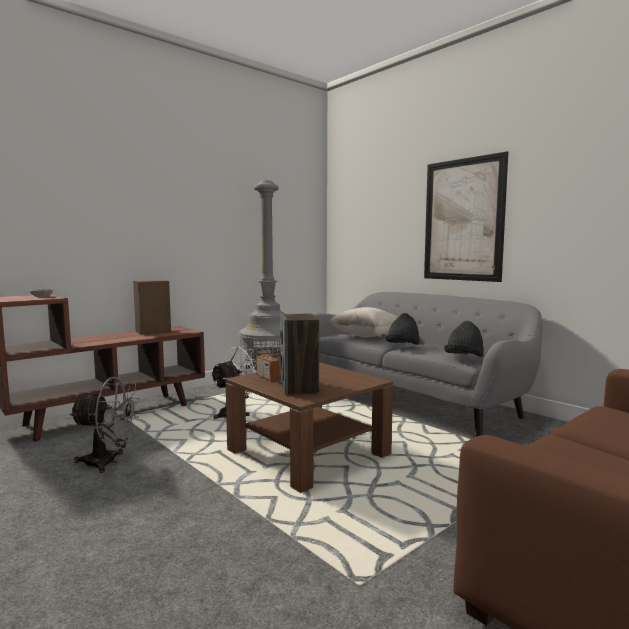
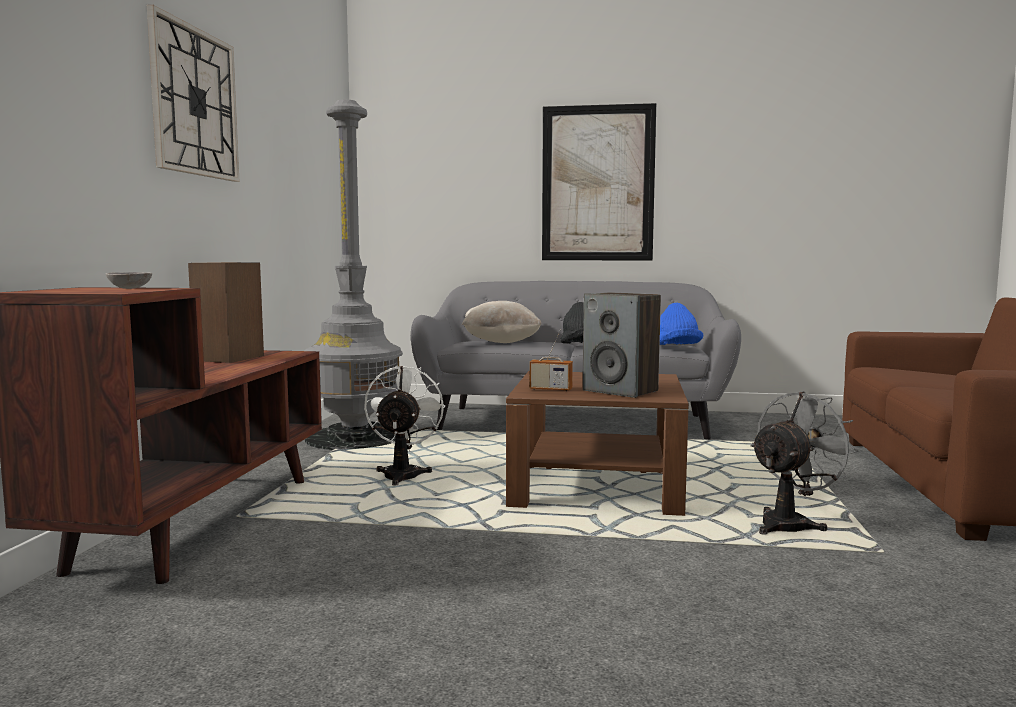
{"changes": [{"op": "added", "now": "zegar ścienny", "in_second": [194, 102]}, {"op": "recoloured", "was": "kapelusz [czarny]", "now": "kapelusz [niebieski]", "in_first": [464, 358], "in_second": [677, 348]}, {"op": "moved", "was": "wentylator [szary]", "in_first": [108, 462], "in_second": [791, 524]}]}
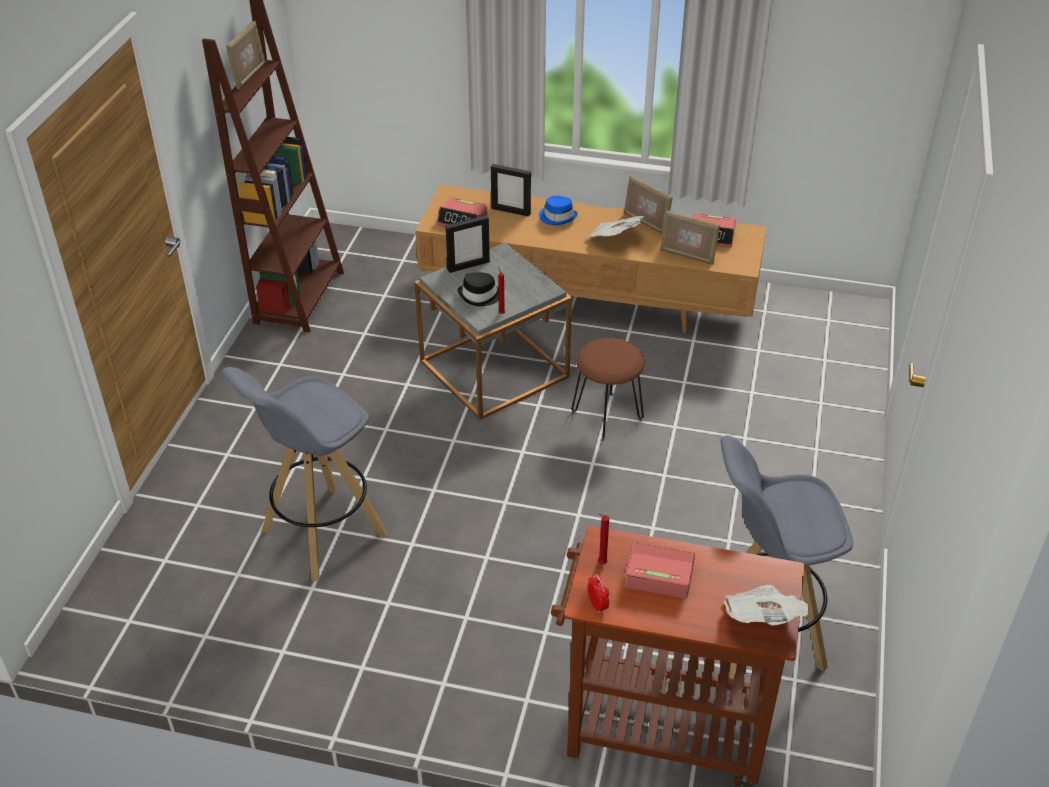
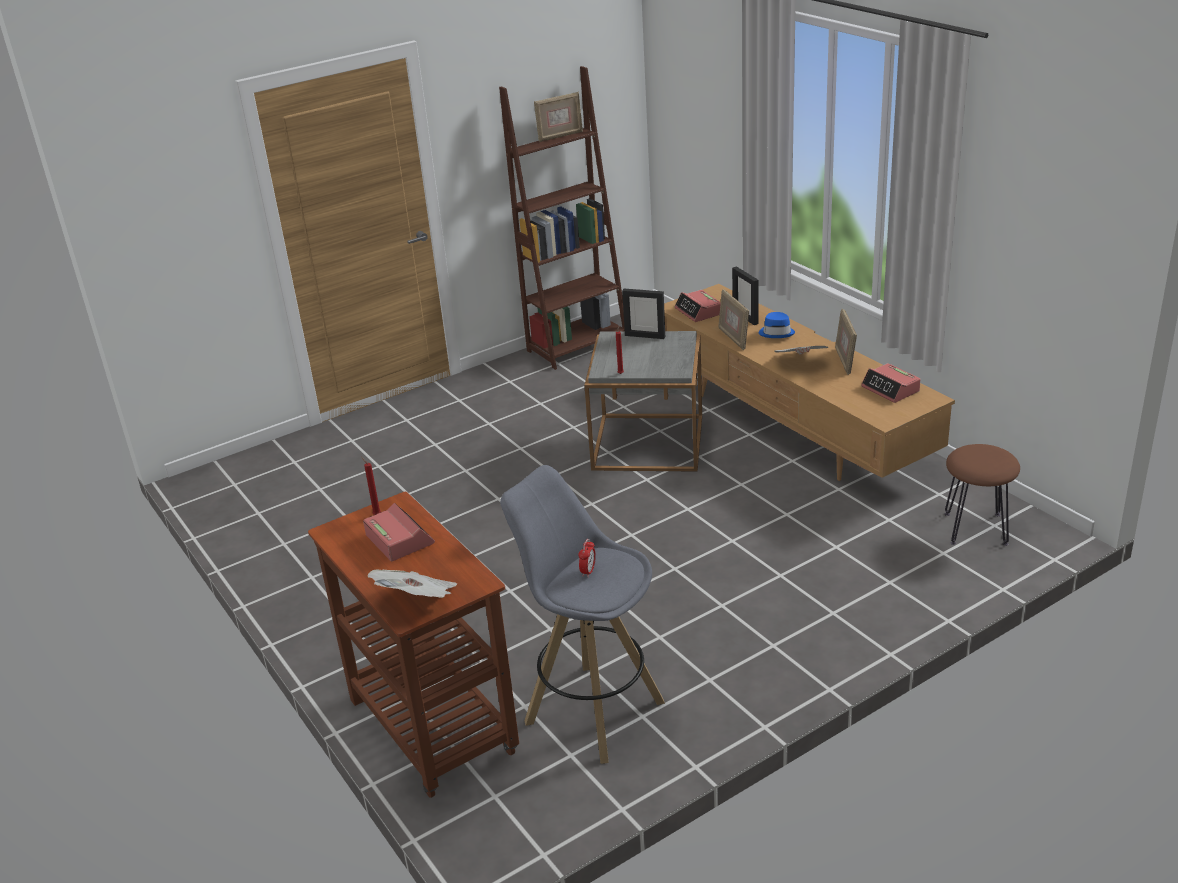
{"changes": [{"op": "moved", "was": "budzik", "in_first": [597, 605], "in_second": [588, 571]}, {"op": "moved", "was": "ramka na zdjęcie", "in_first": [687, 256], "in_second": [733, 338]}, {"op": "moved", "was": "stołek [brązowy]", "in_first": [607, 416], "in_second": [975, 529]}, {"op": "removed", "was": "stołek [szary]", "in_first": [320, 534]}, {"op": "removed", "was": "kapelusz [czarny]", "in_first": [480, 296]}]}
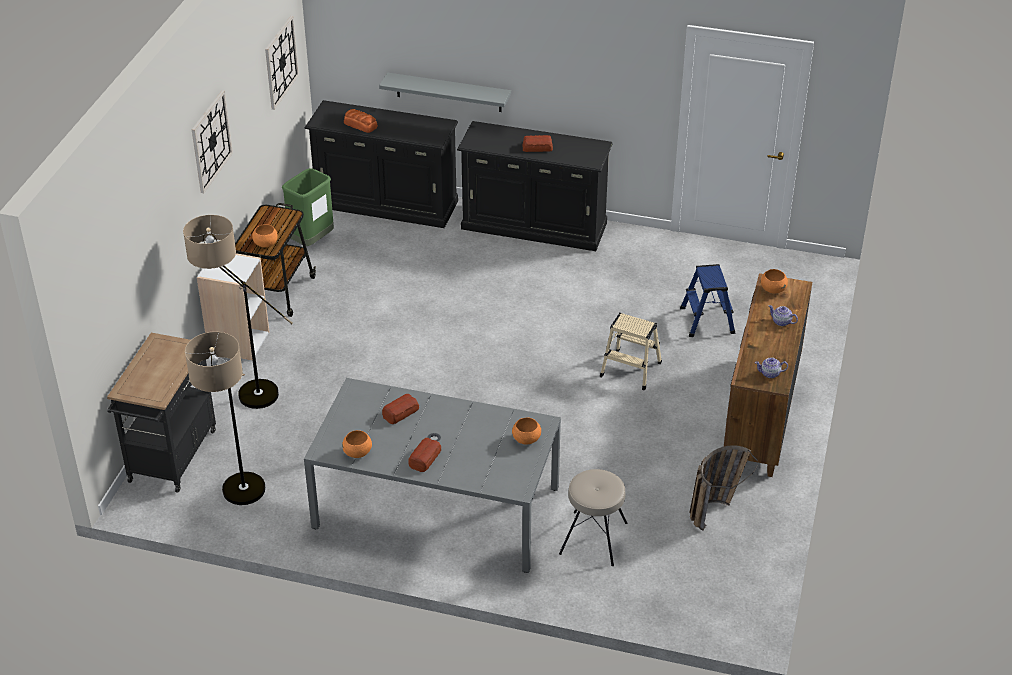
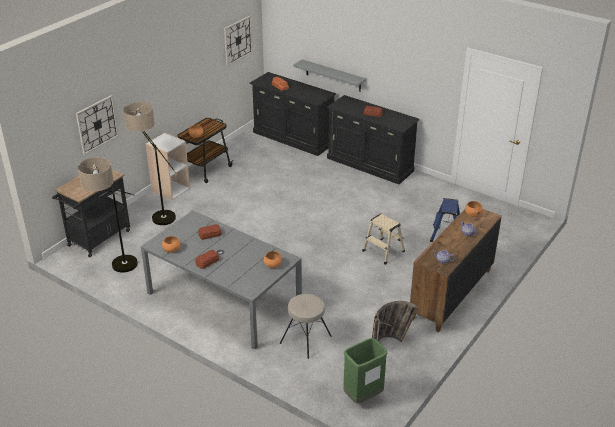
{"changes": [{"op": "moved", "was": "zegar ścienny", "in_first": [211, 141], "in_second": [97, 124]}, {"op": "moved", "was": "kosz na śmieci [zielony]", "in_first": [311, 241], "in_second": [363, 396]}]}
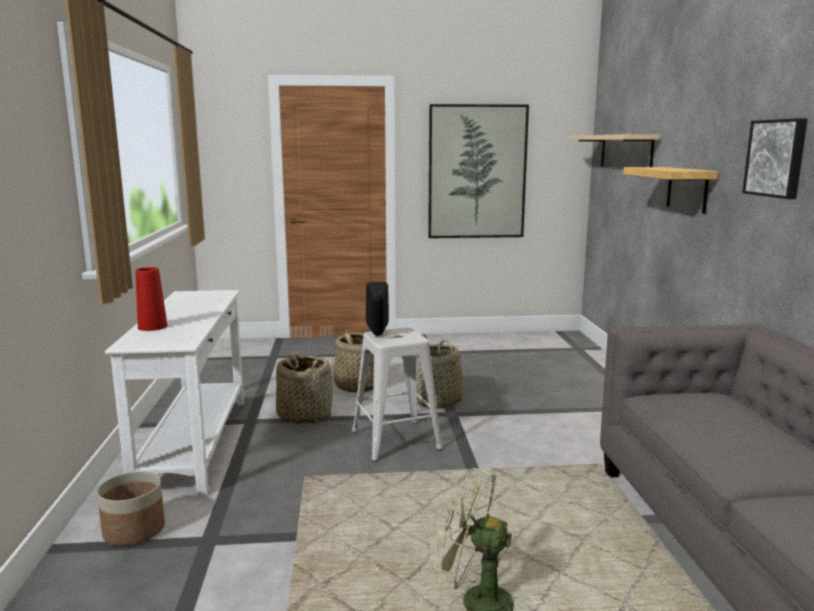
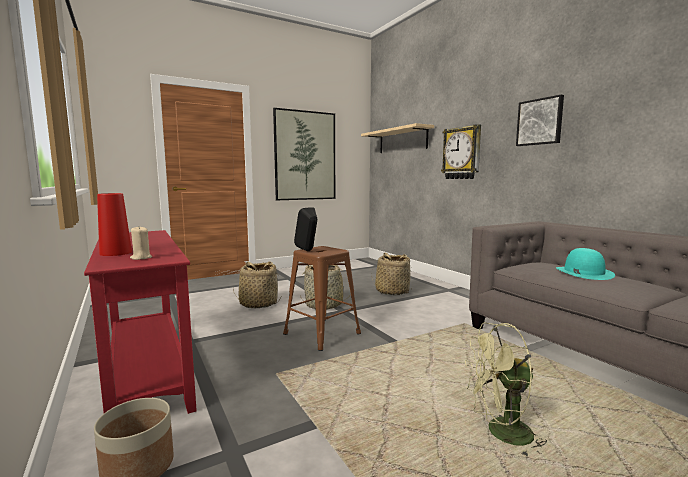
{"changes": [{"op": "recoloured", "was": "stolik konsolowy [biały]", "now": "stolik konsolowy [czerwony]", "in_first": [194, 444], "in_second": [146, 369]}, {"op": "added", "now": "świeca [beżowy]", "in_second": [141, 258]}, {"op": "recoloured", "was": "stołek [biały]", "now": "stołek [brązowy]", "in_first": [396, 440], "in_second": [322, 333]}, {"op": "moved", "was": "koszyk", "in_first": [304, 415], "in_second": [392, 291]}, {"op": "replaced", "was": "półka", "now": "zegar ścienny", "in_first": [687, 189], "in_second": [462, 153]}, {"op": "added", "now": "kapelusz [turkusowy]", "in_second": [583, 272]}]}
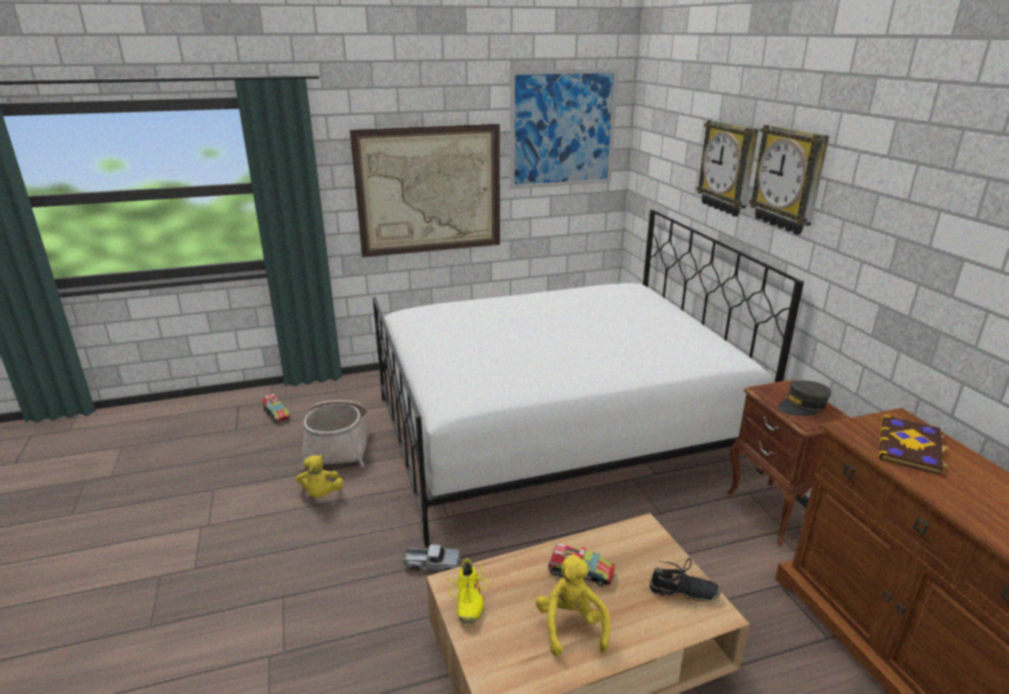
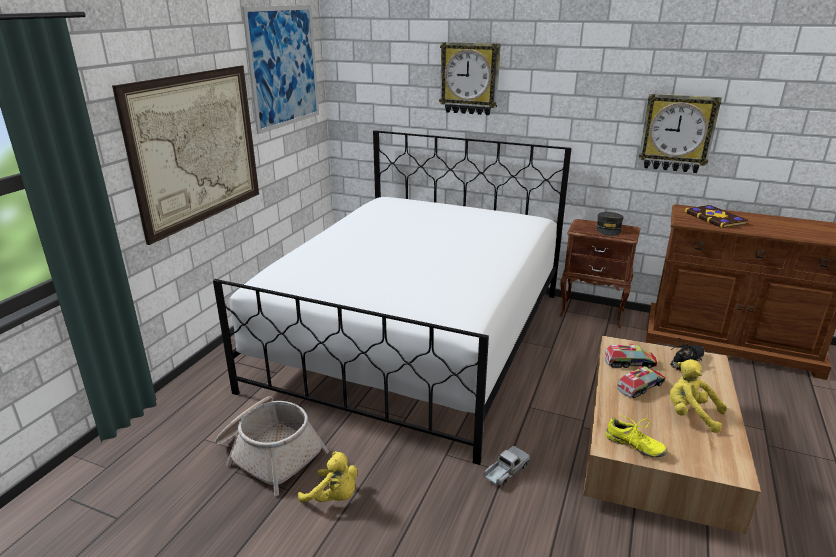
{"changes": [{"op": "moved", "was": "ciężarówka zabawkowa", "in_first": [277, 414], "in_second": [629, 363]}, {"op": "moved", "was": "zegar ścienny", "in_first": [789, 179], "in_second": [677, 133]}]}
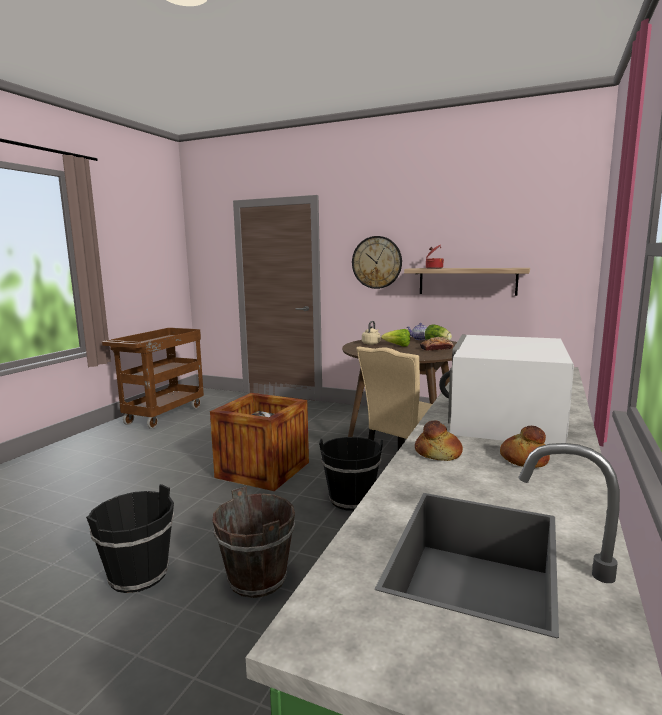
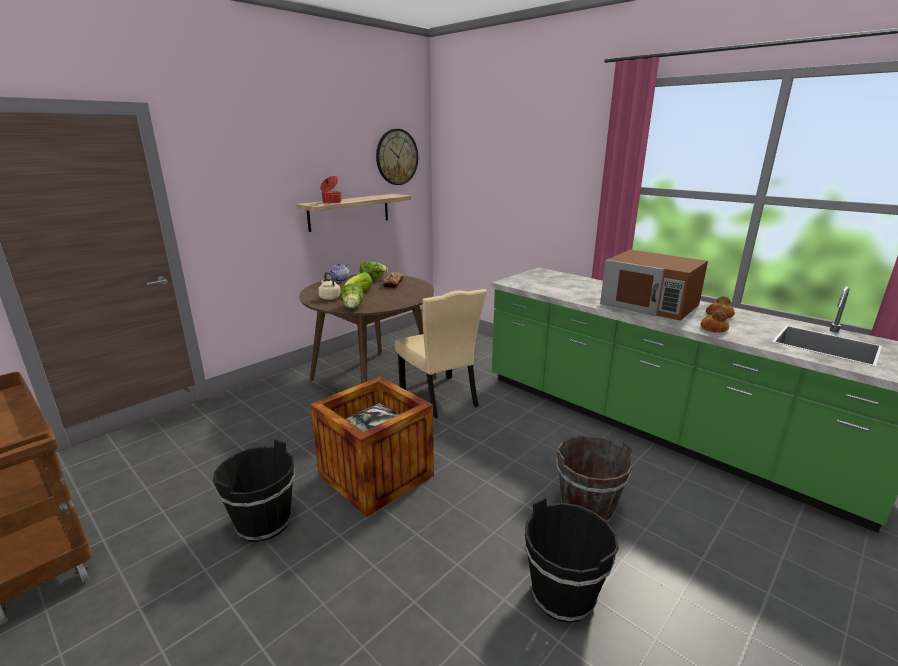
{"changes": [{"op": "moved", "was": "wiadro [czarny]", "in_first": [351, 500], "in_second": [264, 523]}, {"op": "added", "now": "sałata", "in_second": [352, 308]}, {"op": "moved", "was": "zegar ścienny", "in_first": [376, 262], "in_second": [397, 157]}, {"op": "recoloured", "was": "mikrofalówka [biały]", "now": "mikrofalówka [brązowy]", "in_first": [505, 418], "in_second": [650, 304]}]}
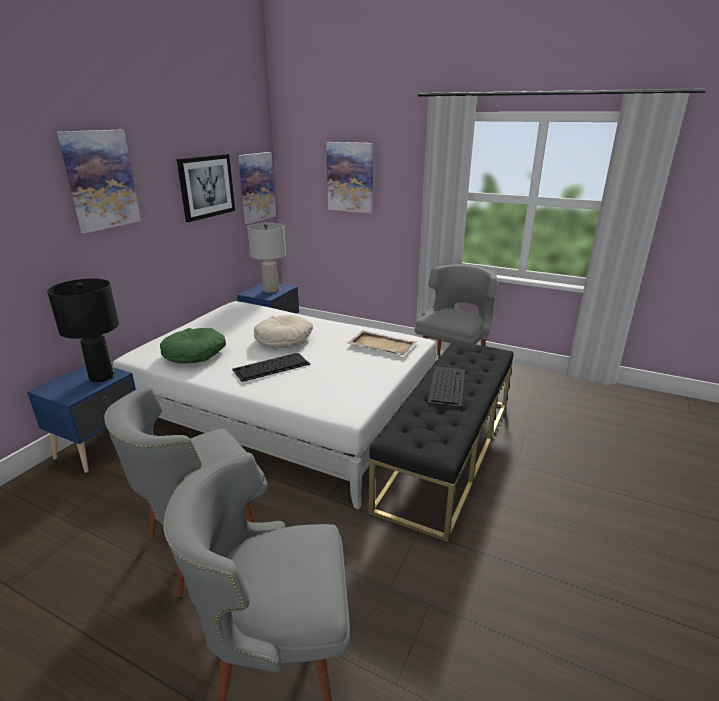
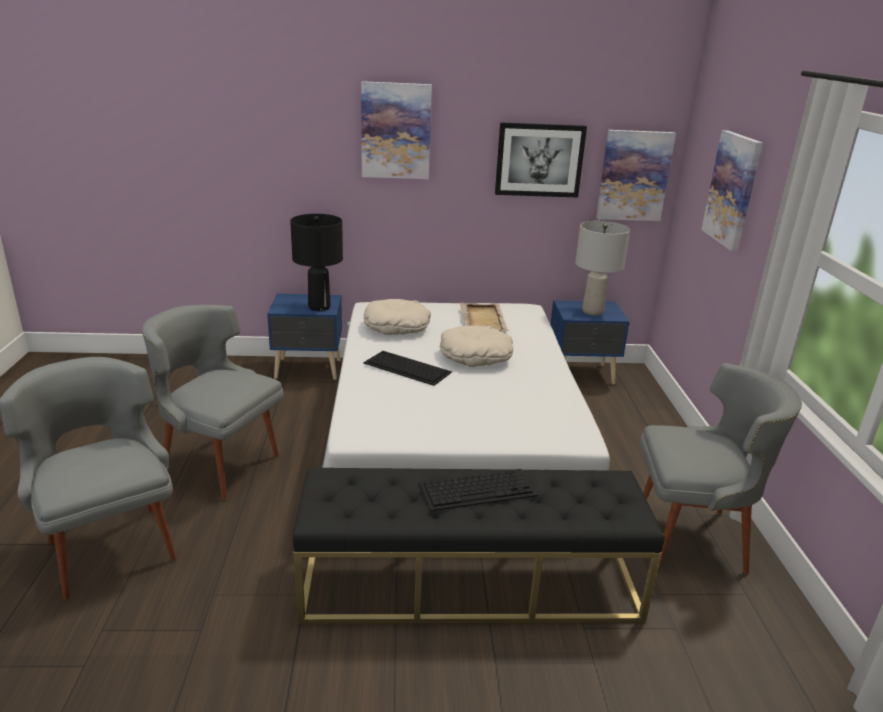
{"changes": [{"op": "recoloured", "was": "poduszka [zielony]", "now": "poduszka [beżowy]", "in_first": [193, 354], "in_second": [397, 326]}, {"op": "moved", "was": "taca [beżowy]", "in_first": [381, 345], "in_second": [483, 319]}]}
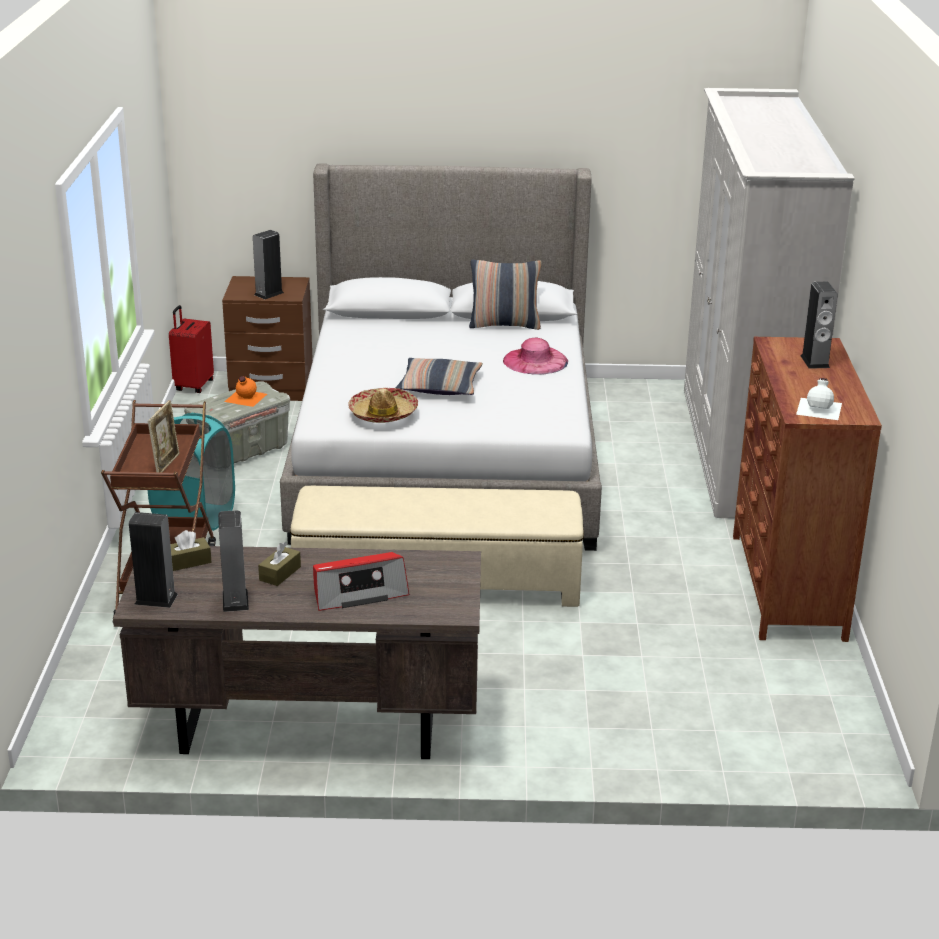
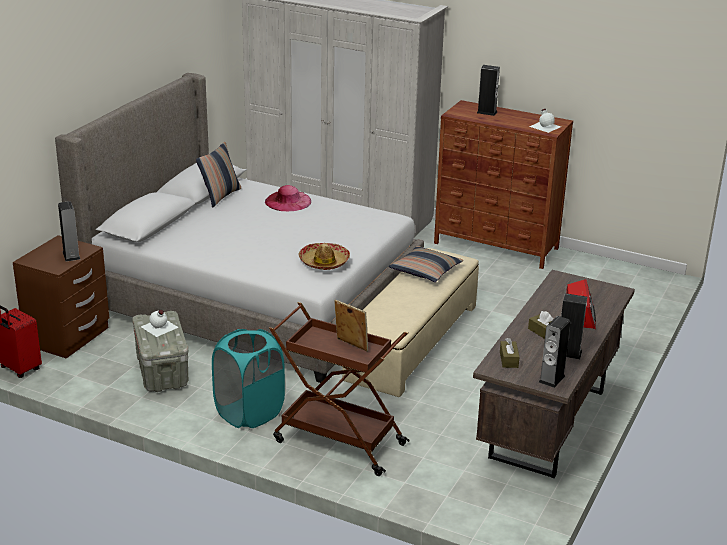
{"changes": [{"op": "recoloured", "was": "butelka [pomarańczowy]", "now": "butelka [biały]", "in_first": [245, 397], "in_second": [159, 327]}, {"op": "moved", "was": "poduszka", "in_first": [440, 386], "in_second": [425, 271]}]}
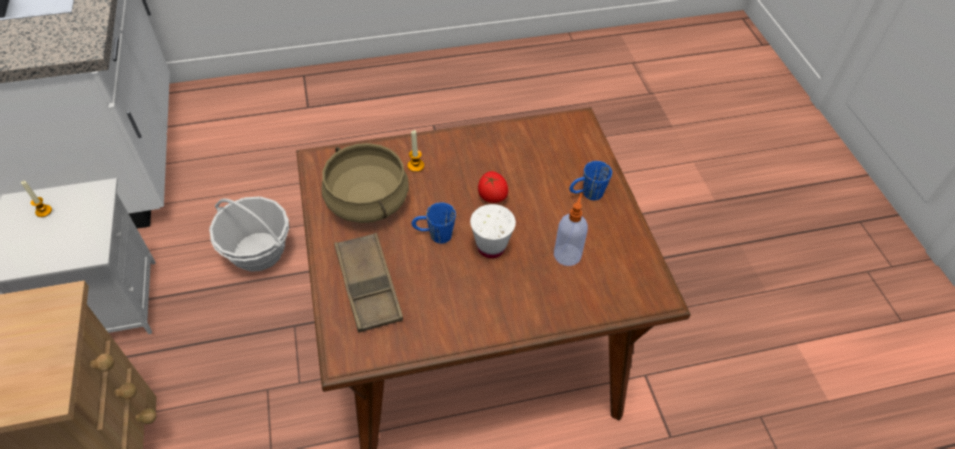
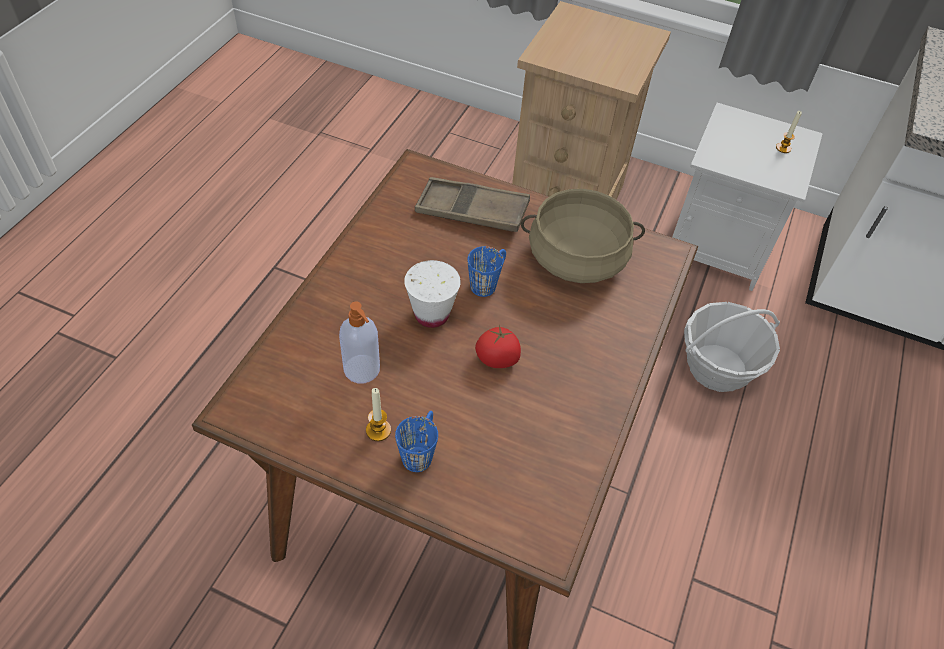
{"changes": [{"op": "moved", "was": "świeca", "in_first": [416, 166], "in_second": [378, 430]}]}
